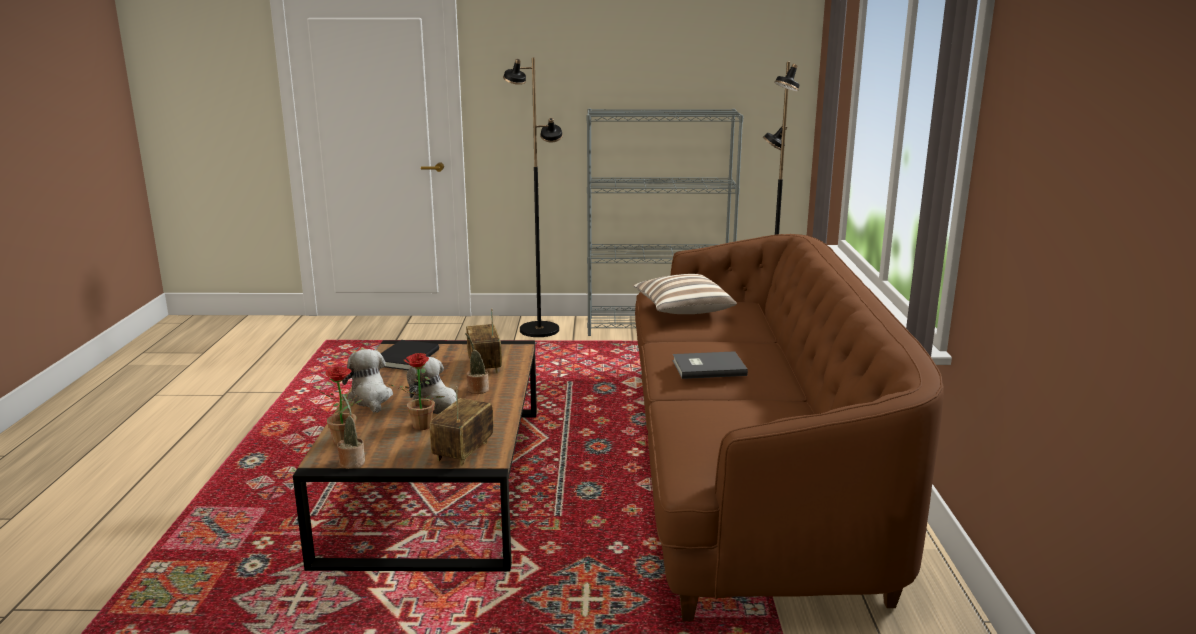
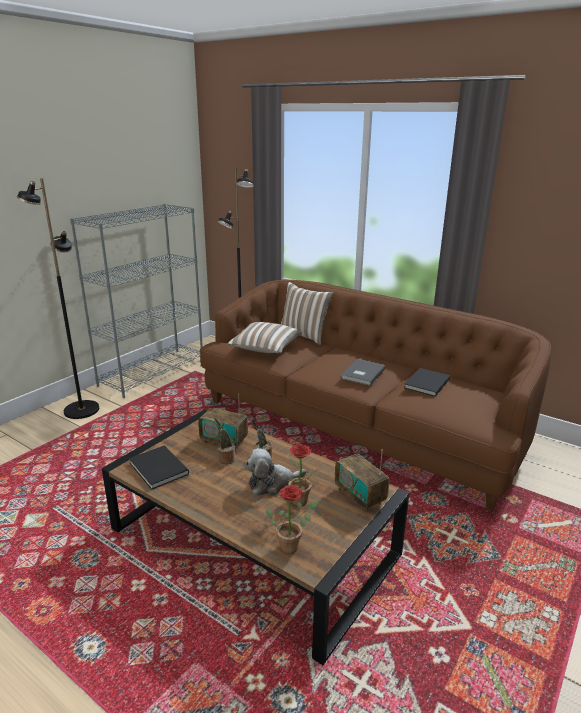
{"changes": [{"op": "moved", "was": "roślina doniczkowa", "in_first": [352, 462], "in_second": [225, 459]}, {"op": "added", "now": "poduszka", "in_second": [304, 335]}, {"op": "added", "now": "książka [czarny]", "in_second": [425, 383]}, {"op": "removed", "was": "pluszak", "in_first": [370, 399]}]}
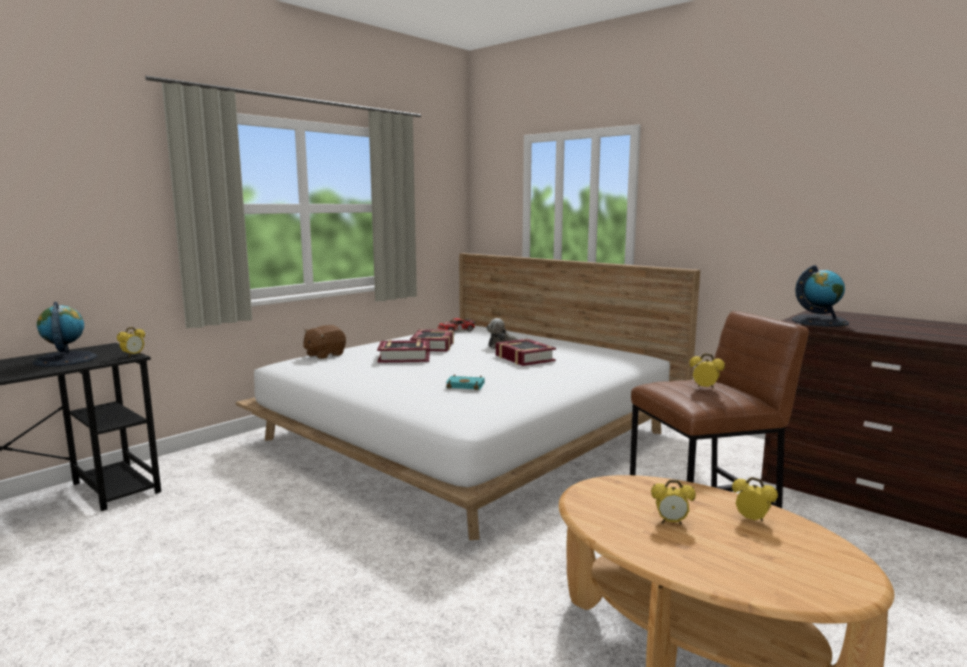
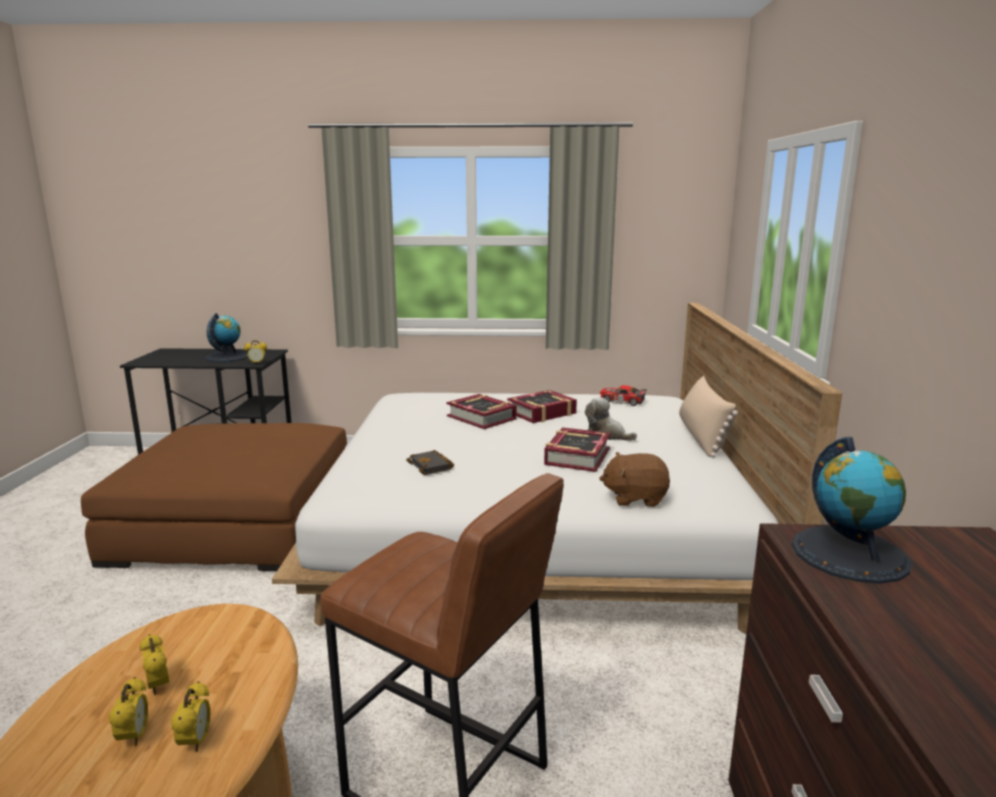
{"changes": [{"op": "added", "now": "pufa [brązowy]", "in_second": [237, 521]}, {"op": "moved", "was": "budzik", "in_first": [705, 388], "in_second": [134, 737]}, {"op": "recoloured", "was": "książka [turkusowy]", "now": "książka [czarny]", "in_first": [466, 385], "in_second": [432, 466]}, {"op": "moved", "was": "pluszak [brązowy]", "in_first": [324, 355], "in_second": [635, 498]}, {"op": "added", "now": "poduszka [beżowy]", "in_second": [702, 437]}]}
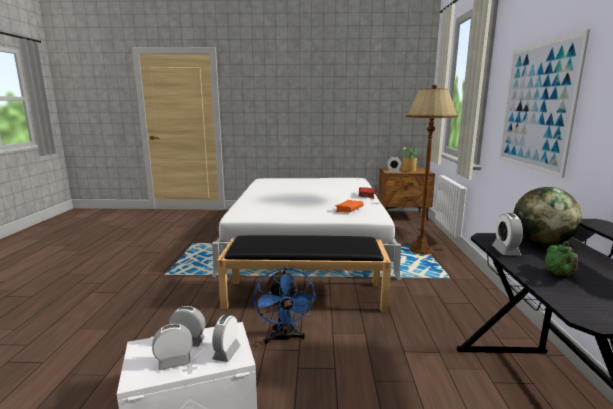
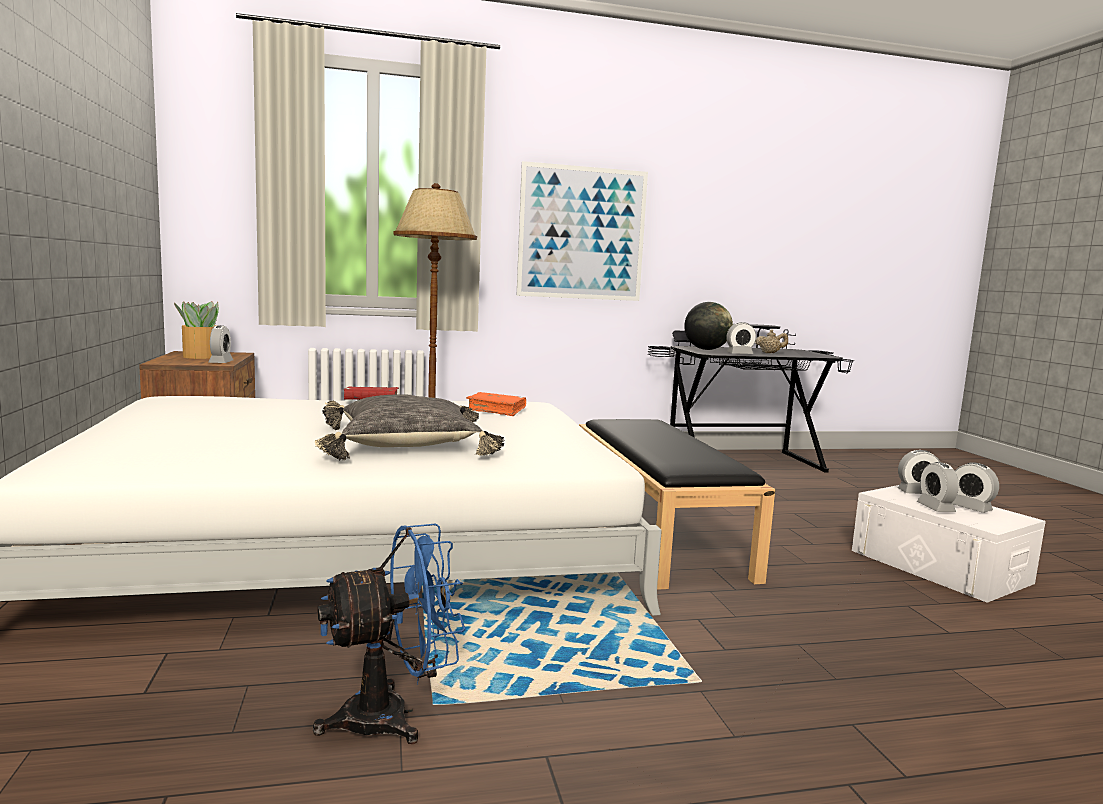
{"changes": [{"op": "moved", "was": "wentylator [niebieski]", "in_first": [284, 338], "in_second": [393, 716]}, {"op": "added", "now": "poduszka", "in_second": [406, 442]}, {"op": "recoloured", "was": "imbryk [zielony]", "now": "imbryk [beżowy]", "in_first": [559, 274], "in_second": [770, 353]}]}
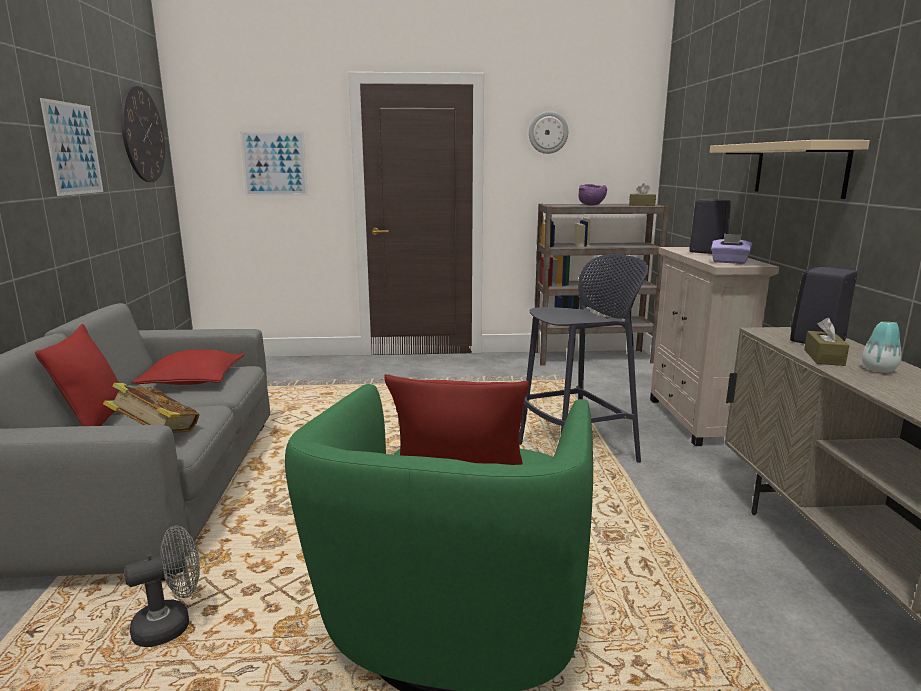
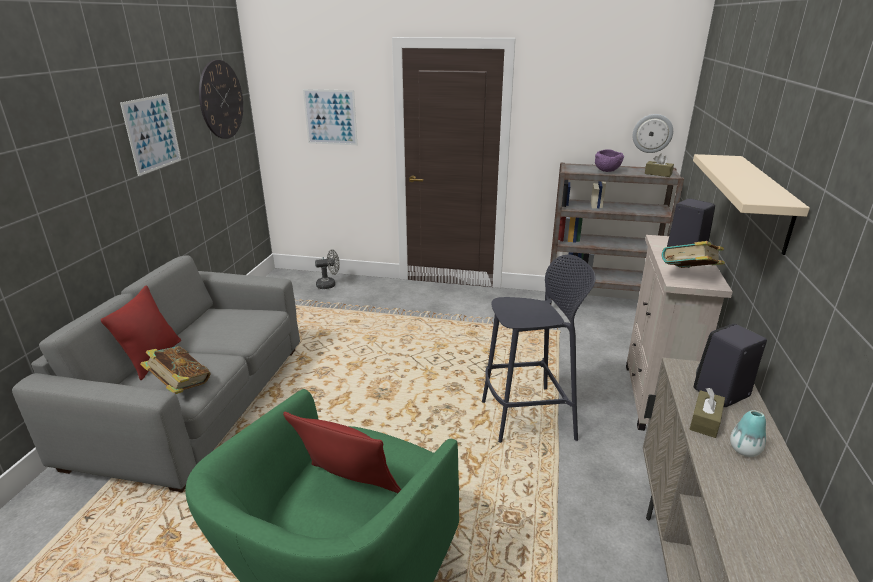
{"changes": [{"op": "moved", "was": "wentylator [szary]", "in_first": [171, 624], "in_second": [329, 285]}, {"op": "moved", "was": "zegar ścienny", "in_first": [548, 132], "in_second": [652, 133]}, {"op": "replaced", "was": "pudełko chusteczek [fioletowy]", "now": "książka", "in_first": [729, 262], "in_second": [688, 276]}, {"op": "removed", "was": "poduszka [czerwony]", "in_first": [193, 380]}]}
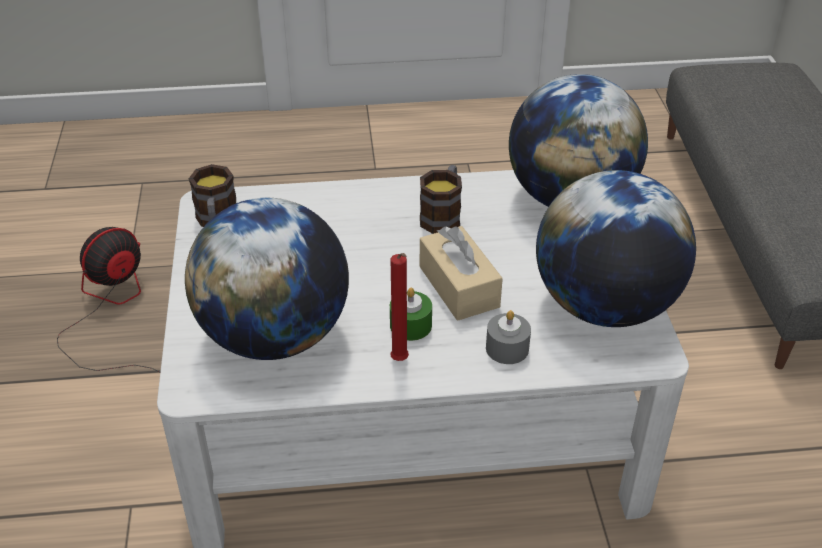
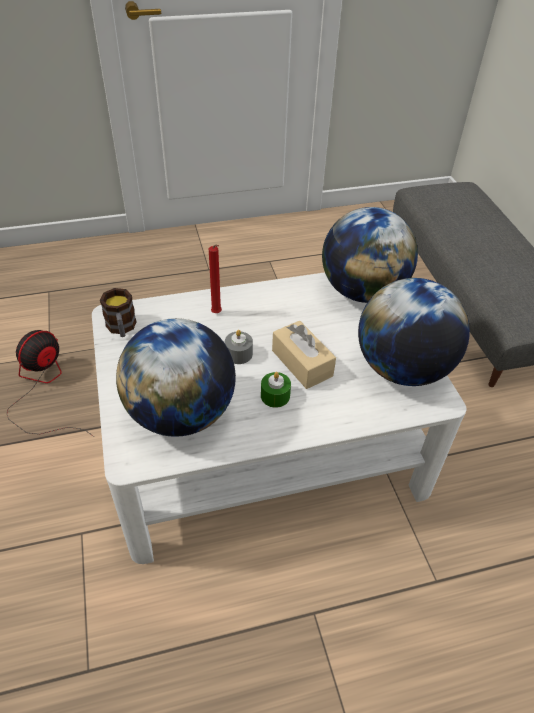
{"changes": [{"op": "moved", "was": "świeca [czerwony]", "in_first": [400, 362], "in_second": [217, 314]}, {"op": "moved", "was": "świeca [szary]", "in_first": [507, 348], "in_second": [238, 354]}, {"op": "removed", "was": "kubek", "in_first": [443, 215]}]}
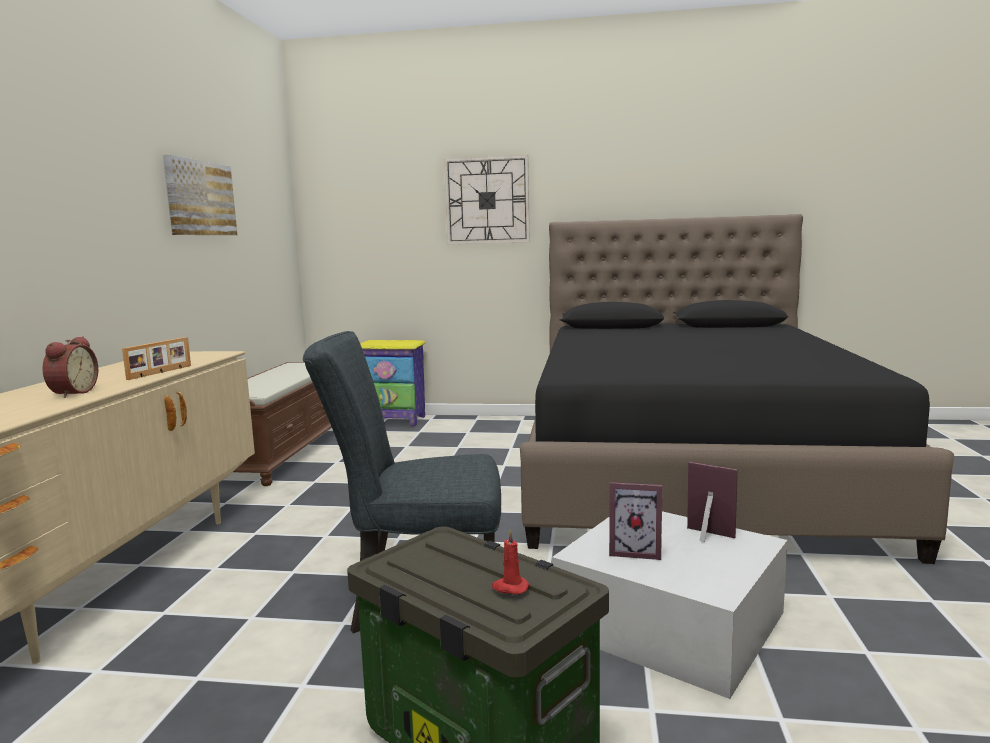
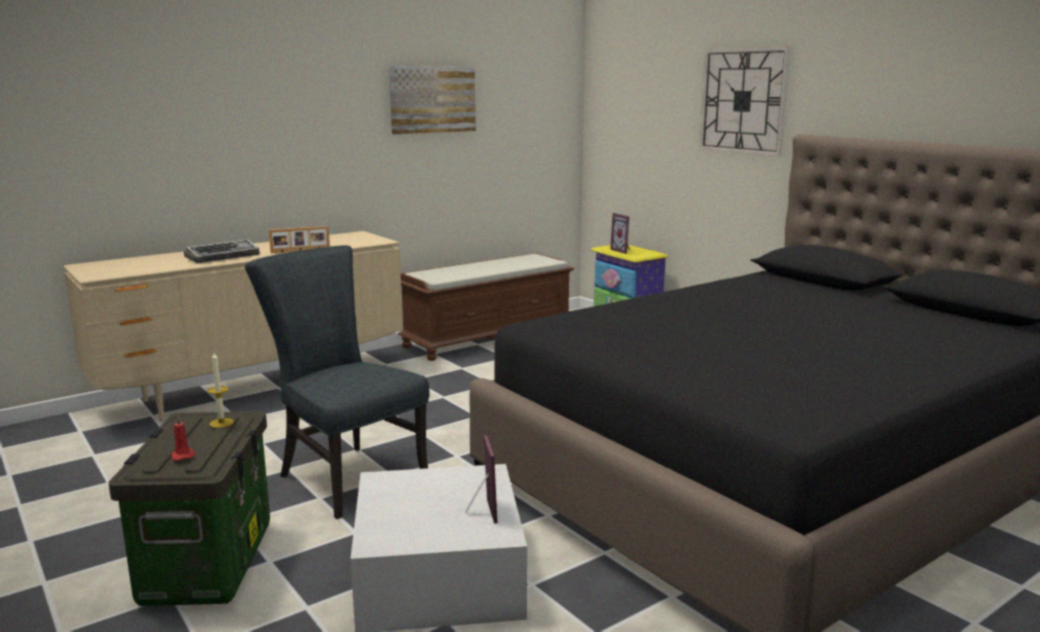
{"changes": [{"op": "replaced", "was": "budzik", "now": "klawiatura", "in_first": [71, 393], "in_second": [223, 257]}, {"op": "added", "now": "świeca", "in_second": [221, 423]}, {"op": "moved", "was": "ramka na zdjęcie", "in_first": [635, 551], "in_second": [623, 251]}]}
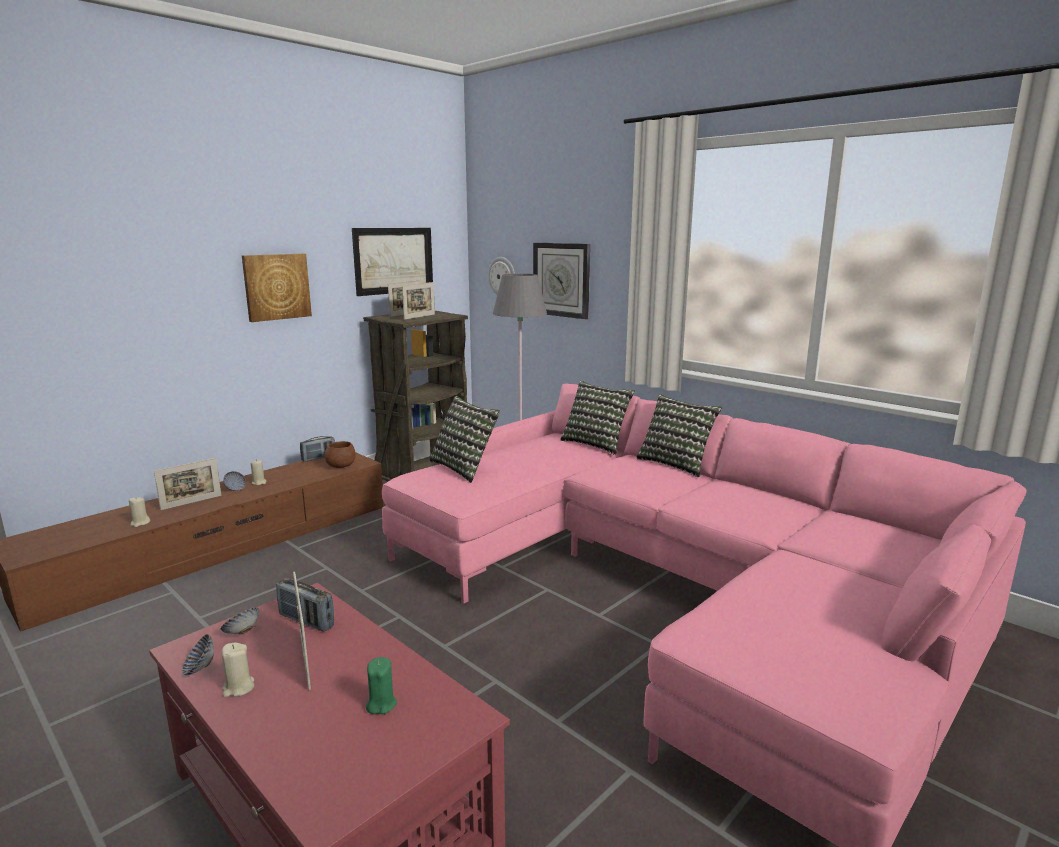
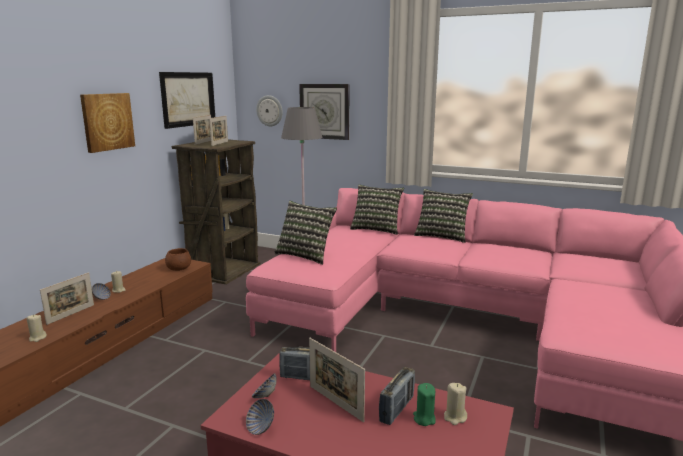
{"changes": [{"op": "moved", "was": "radio", "in_first": [318, 458], "in_second": [397, 409]}, {"op": "moved", "was": "świeca [beżowy]", "in_first": [238, 688], "in_second": [455, 417]}]}
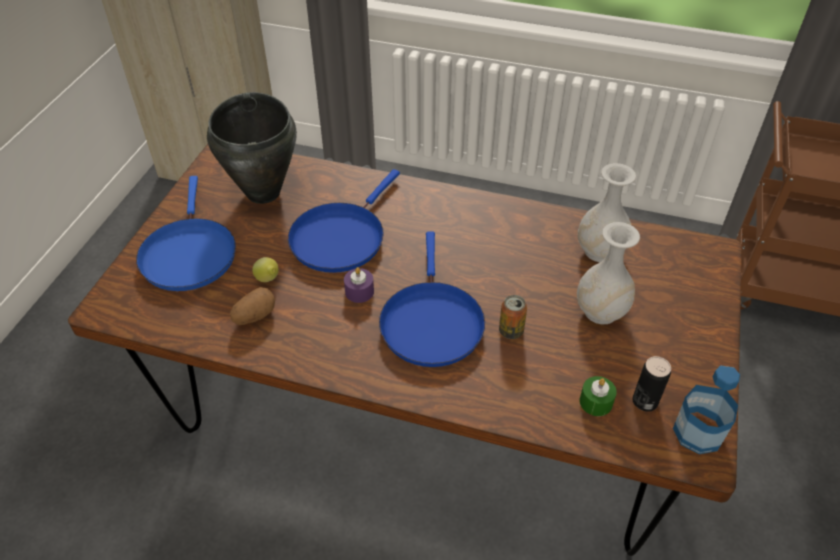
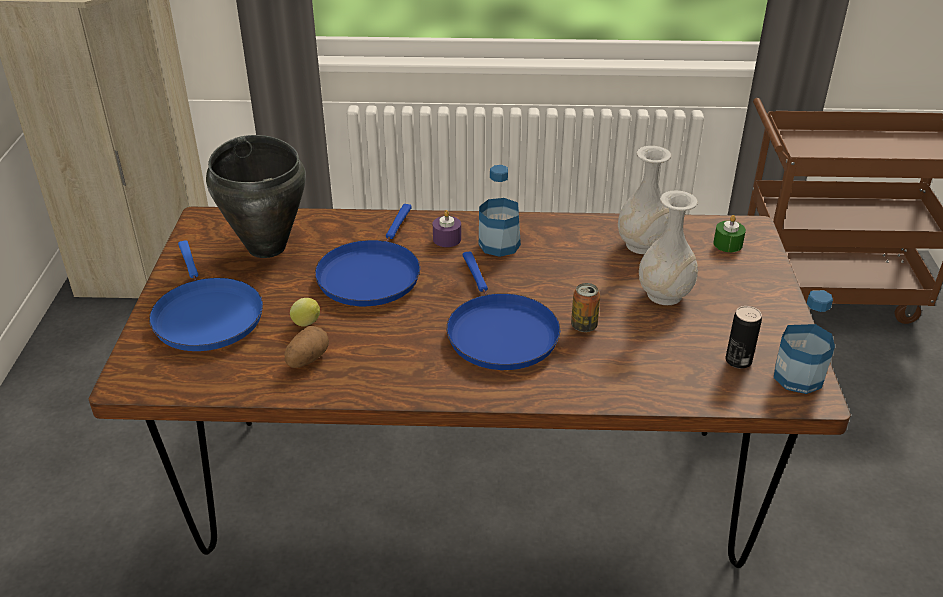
{"changes": [{"op": "moved", "was": "świeca [fioletowy]", "in_first": [359, 291], "in_second": [447, 239]}, {"op": "added", "now": "butelka", "in_second": [499, 244]}, {"op": "moved", "was": "świeca [zielony]", "in_first": [595, 402], "in_second": [727, 244]}]}
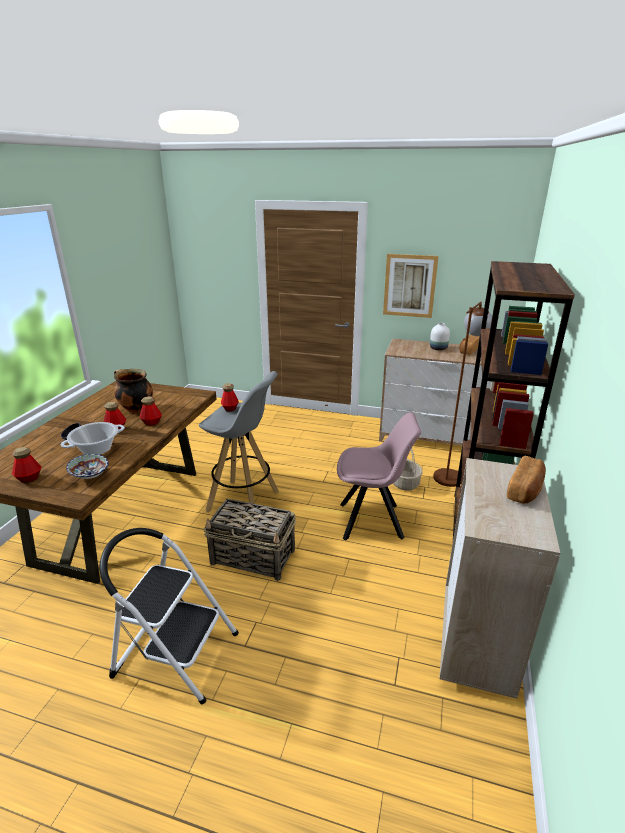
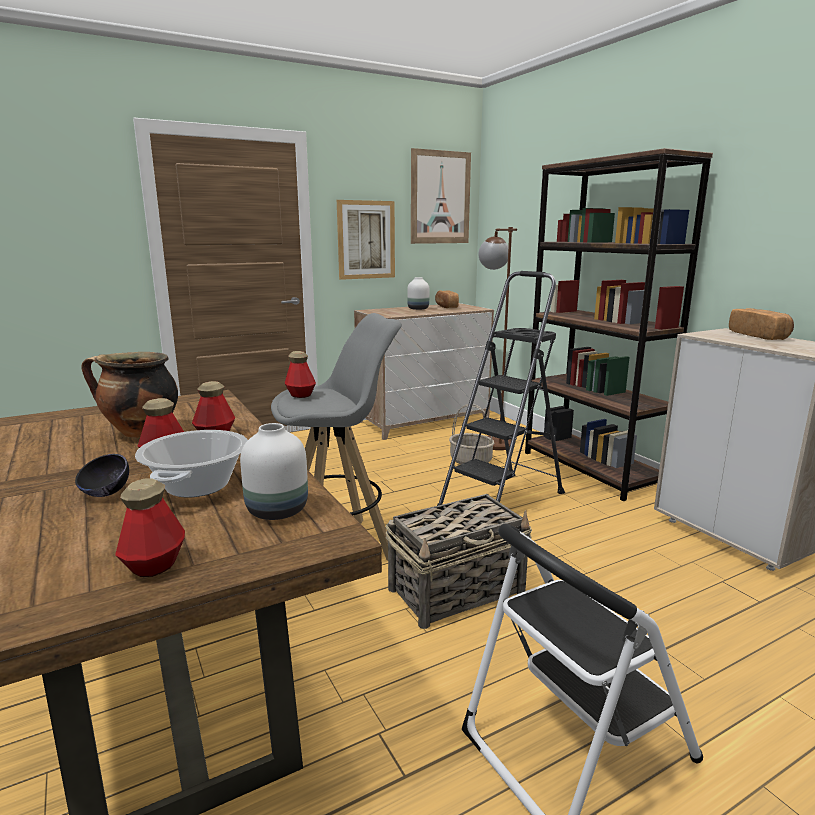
{"changes": [{"op": "replaced", "was": "miska", "now": "wazon [biały]", "in_first": [90, 475], "in_second": [278, 510]}, {"op": "added", "now": "obraz", "in_second": [440, 197]}, {"op": "replaced", "was": "krzesło [różowy]", "now": "drabinka", "in_first": [371, 521], "in_second": [503, 500]}]}
